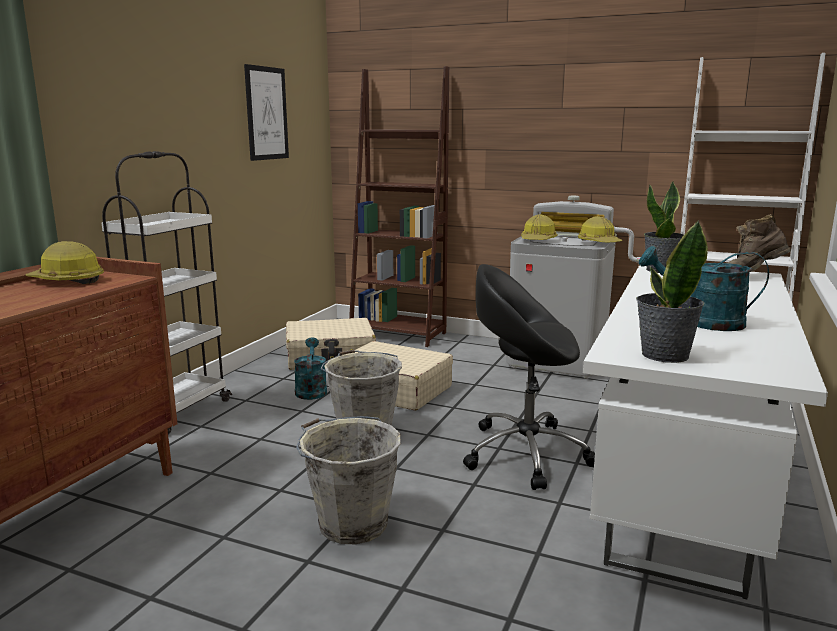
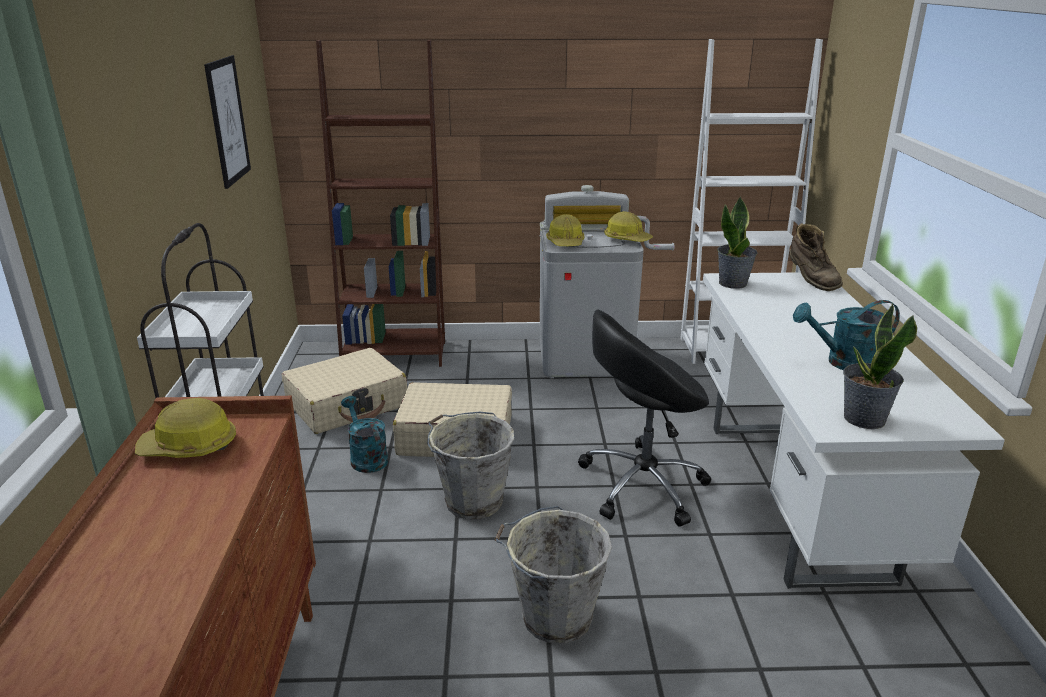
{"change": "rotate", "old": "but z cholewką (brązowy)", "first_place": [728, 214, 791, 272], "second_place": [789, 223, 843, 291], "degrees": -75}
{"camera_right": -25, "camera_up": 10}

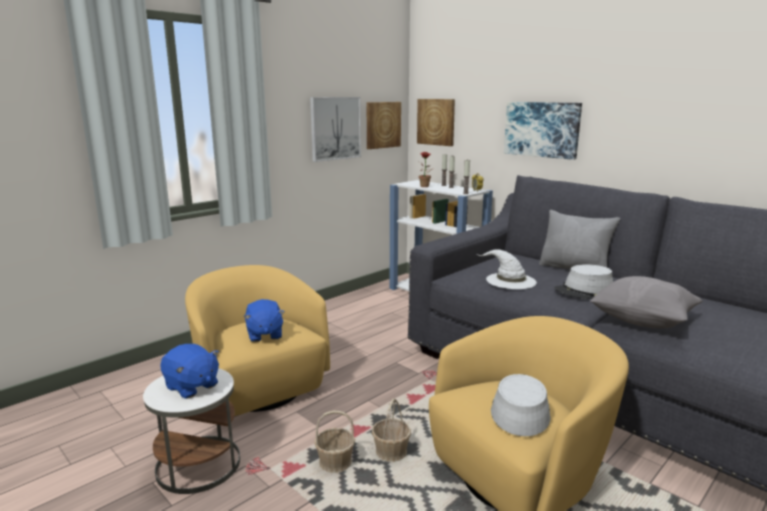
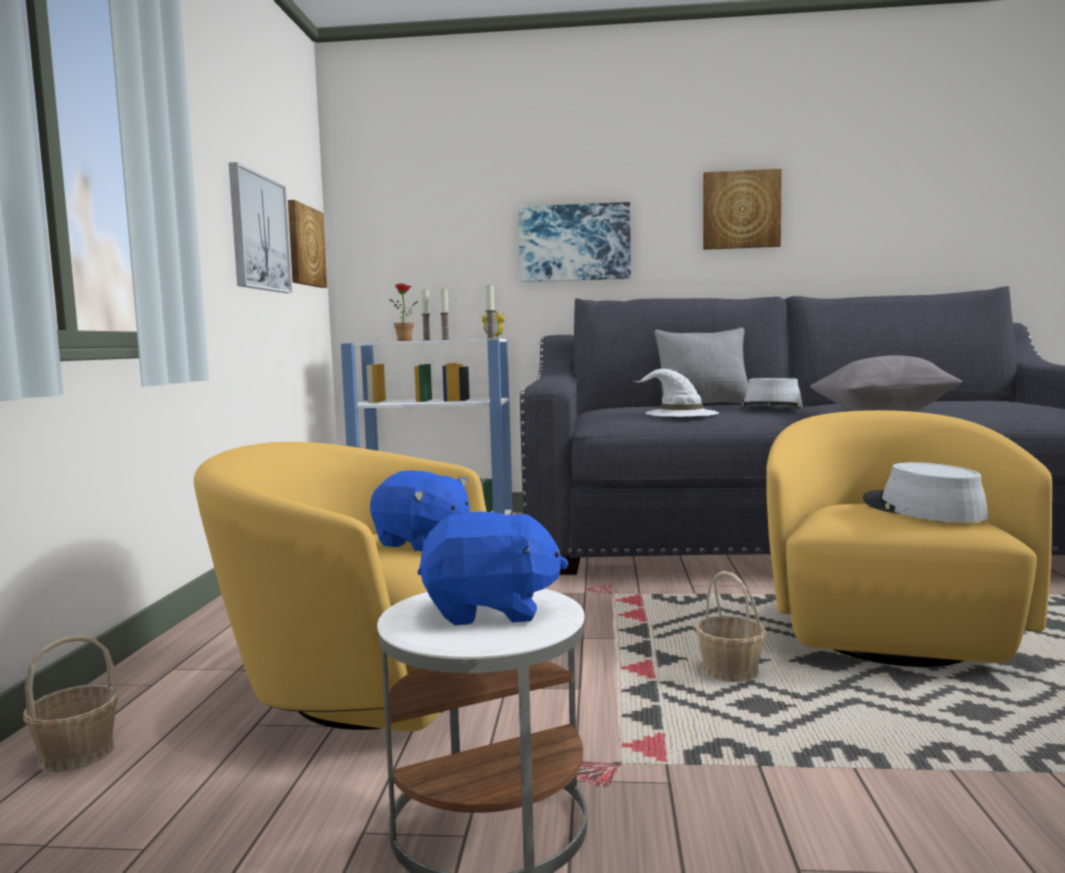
{"change": "move", "old": "obraz", "first_place": [417, 99, 455, 146], "second_place": [703, 169, 782, 250]}
{"change": "move", "old": "koszyk", "first_place": [314, 410, 355, 473], "second_place": [23, 635, 119, 772]}
{"camera_right": -40, "camera_up": -10}

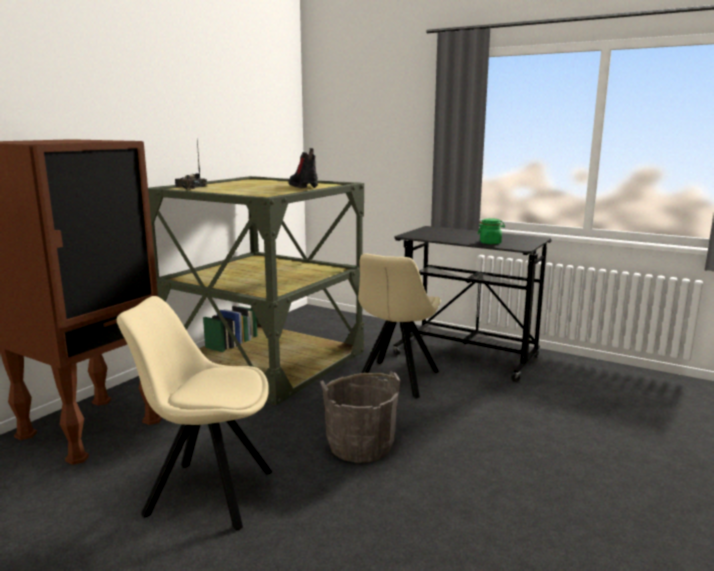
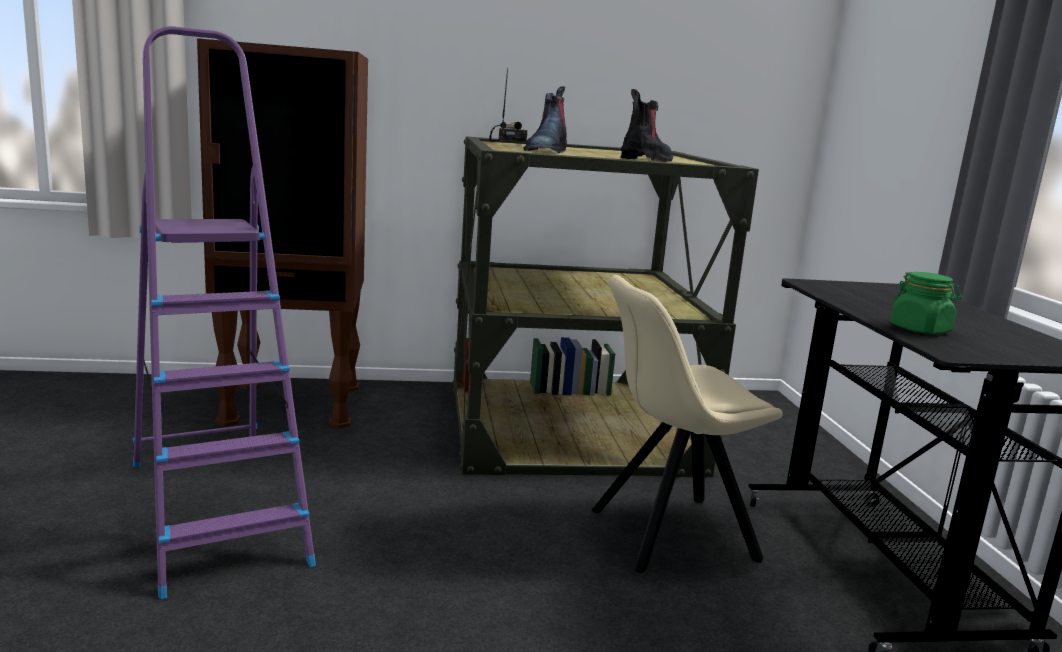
{"change": "replace", "old": "krzesło (beżowy)", "new": "drabinka (fioletowy)", "first_place": [117, 296, 272, 530], "second_place": [133, 26, 316, 600]}
{"change": "delete", "old": "wiadro (szary)", "first_place": [320, 372, 400, 463]}
{"change": "insert", "new": "but z cholewką", "second_place": [523, 86, 567, 153]}
{"camera_right": 50, "camera_up": 0}

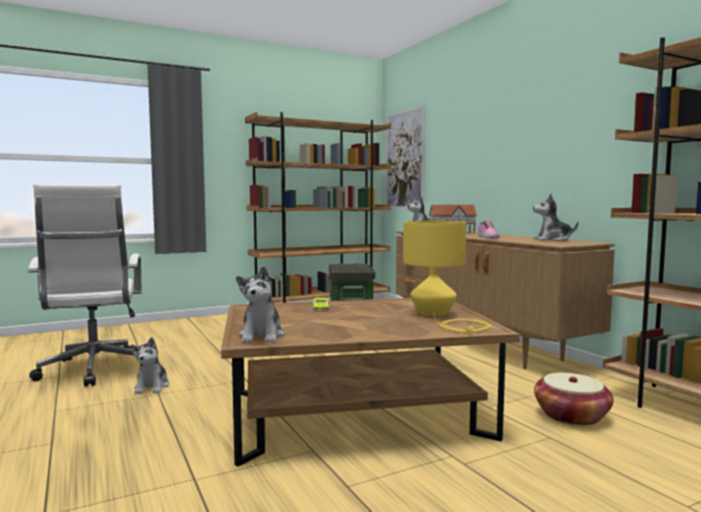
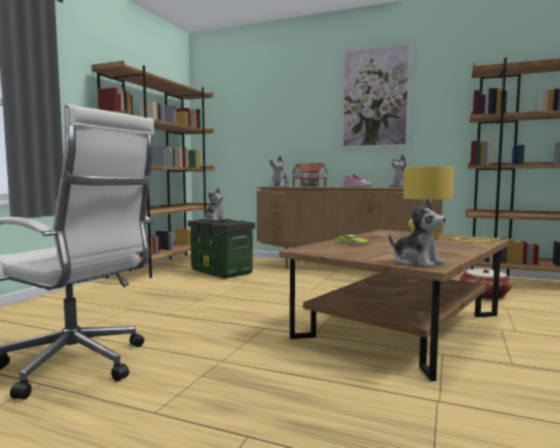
{"change": "move", "old": "obraz", "first_place": [386, 105, 425, 209], "second_place": [341, 42, 412, 149]}
{"change": "move", "old": "pluszak", "first_place": [131, 337, 170, 394], "second_place": [204, 188, 227, 221]}
{"camera_right": -40, "camera_up": 0}

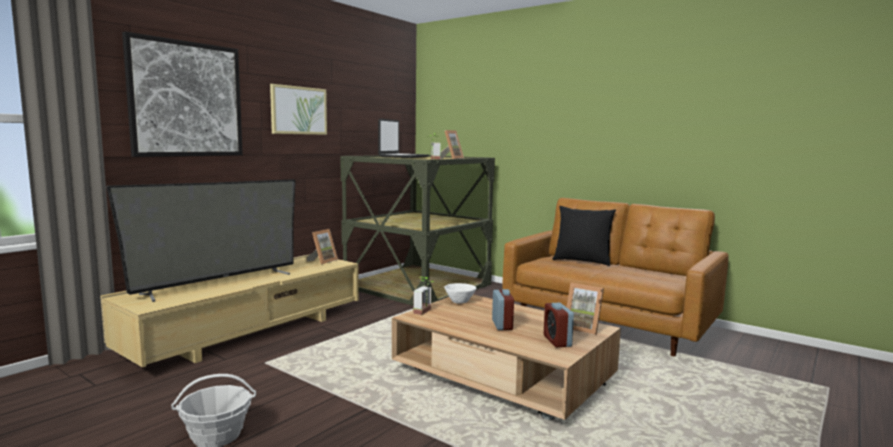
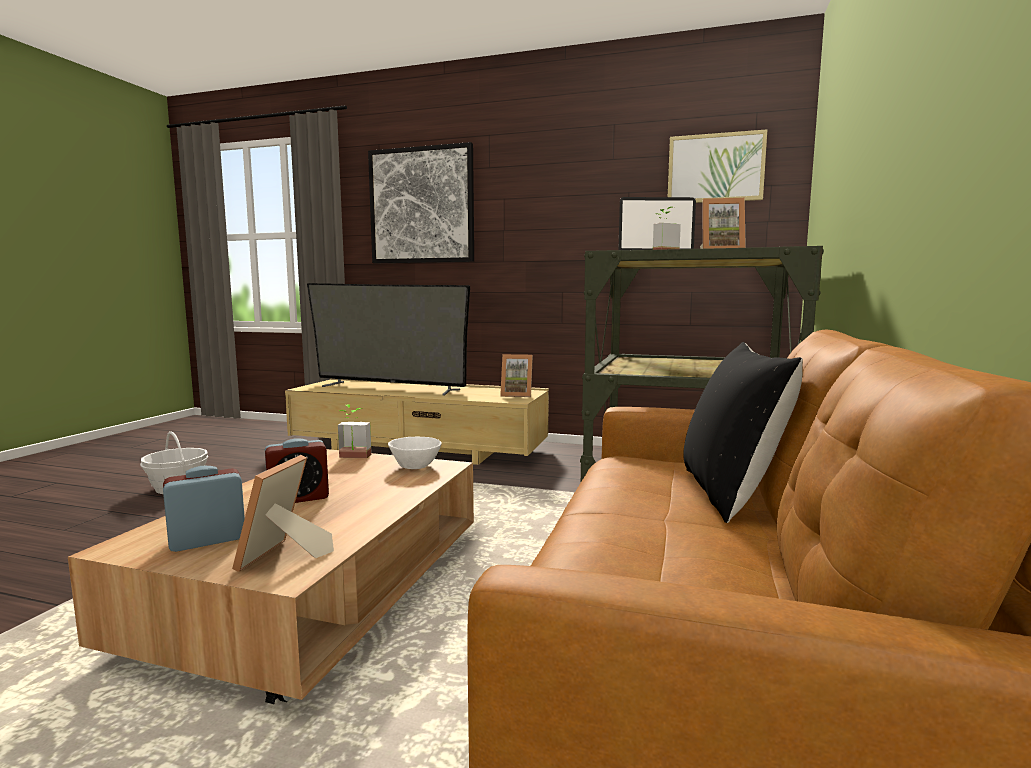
{"change": "move", "old": "obraz", "first_place": [270, 84, 327, 135], "second_place": [668, 129, 768, 203]}
{"camera_right": 70, "camera_up": 0}

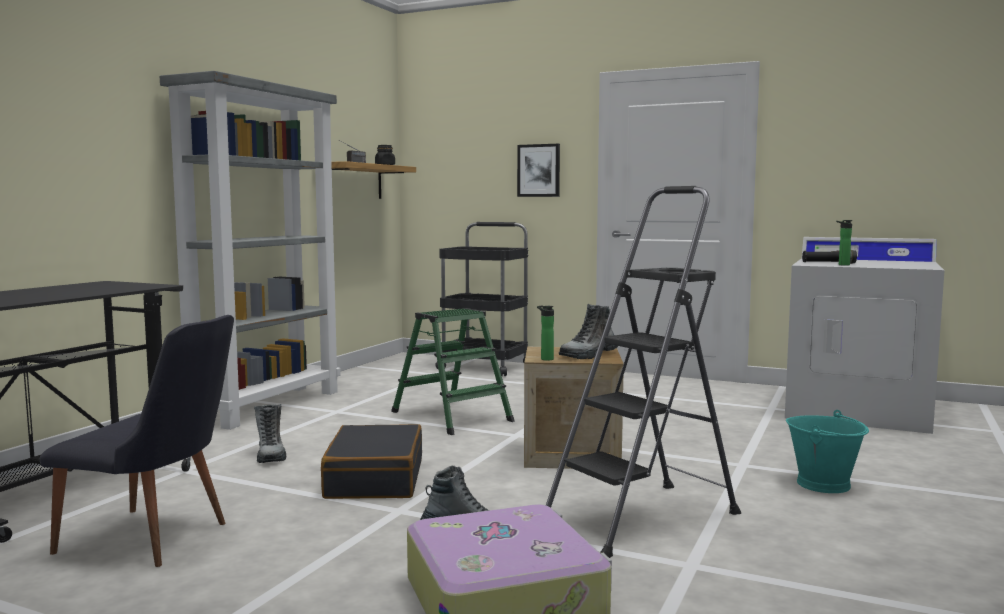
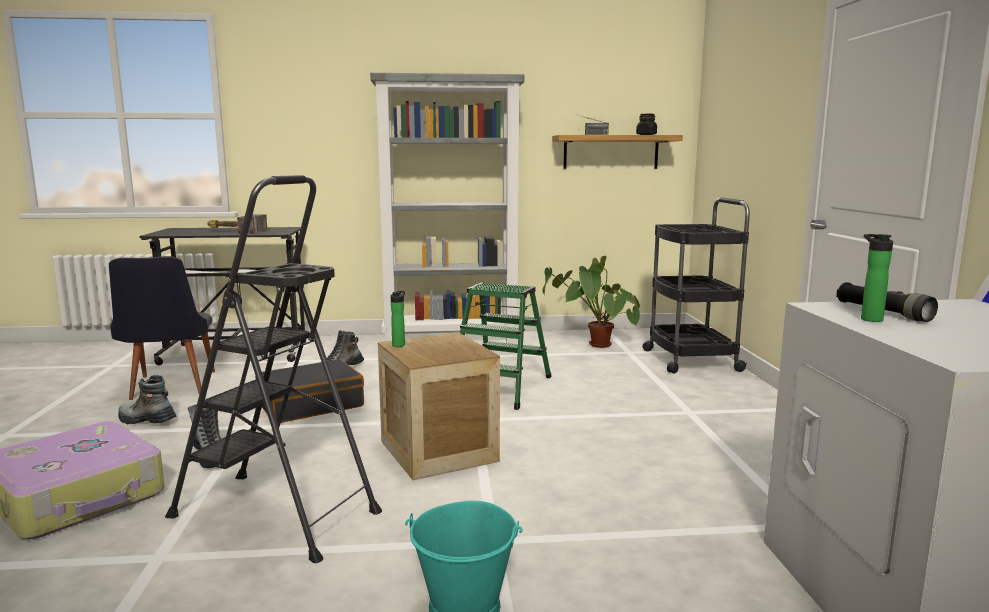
{"change": "delete", "old": "obraz", "first_place": [517, 144, 560, 197]}
{"change": "move", "old": "but z cholewką", "first_place": [559, 304, 618, 359], "second_place": [118, 375, 176, 424]}
{"change": "insert", "new": "młotek", "second_place": [207, 214, 267, 234]}
{"change": "insert", "new": "roślina doniczkowa", "second_place": [542, 256, 640, 348]}
{"camera_right": 60, "camera_up": 5}

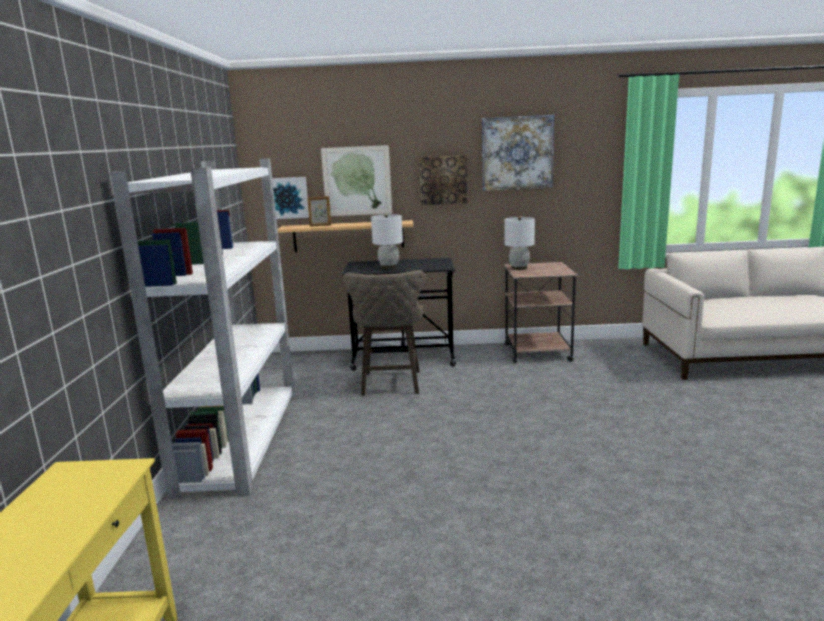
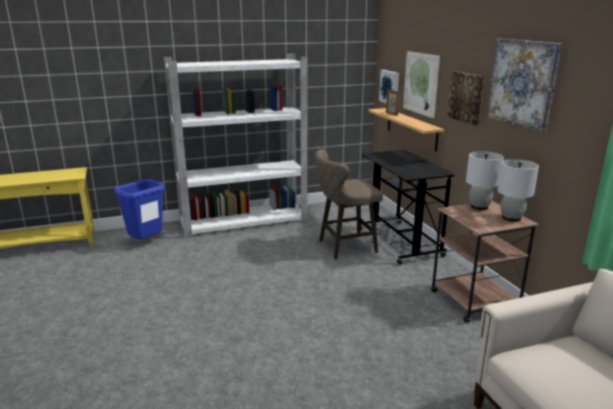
{"change": "move", "old": "lampa stołowa (biały)", "first_place": [371, 214, 403, 269], "second_place": [497, 159, 539, 222]}
{"change": "insert", "new": "kosz na śmieci (niebieski)", "second_place": [114, 179, 165, 239]}
{"camera_right": 70, "camera_up": 5}

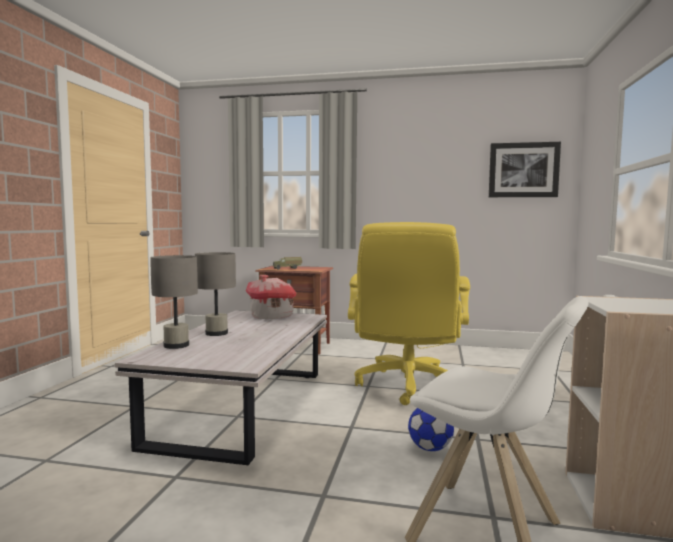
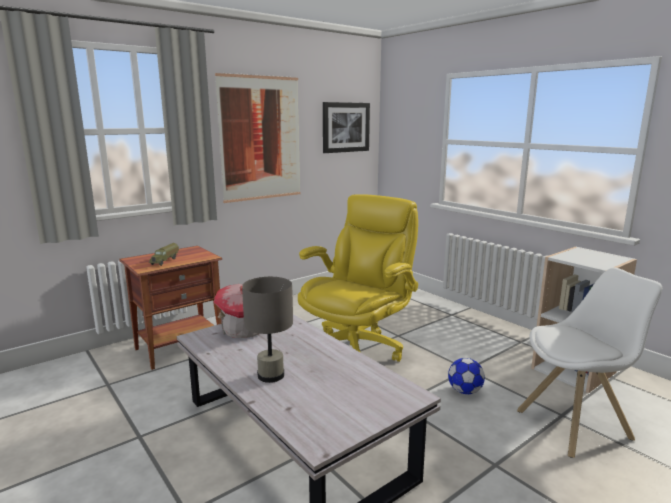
{"change": "rotate", "old": "krzesło biurowe (żółty)", "first_place": [348, 222, 470, 405], "second_place": [298, 194, 418, 362], "degrees": -105}
{"change": "delete", "old": "lampa stołowa (szary)", "first_place": [150, 255, 198, 349]}
{"change": "insert", "new": "obraz", "second_place": [215, 73, 301, 203]}
{"camera_right": -50, "camera_up": 10}

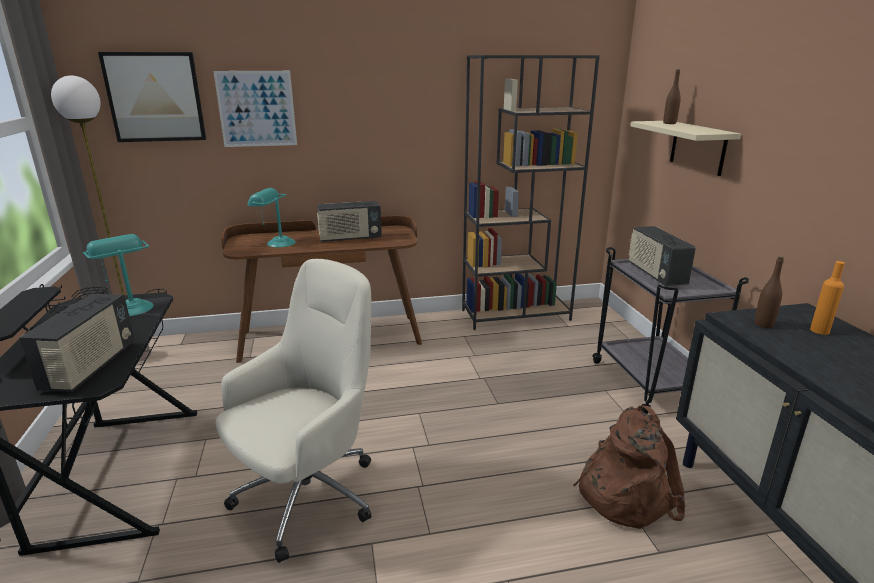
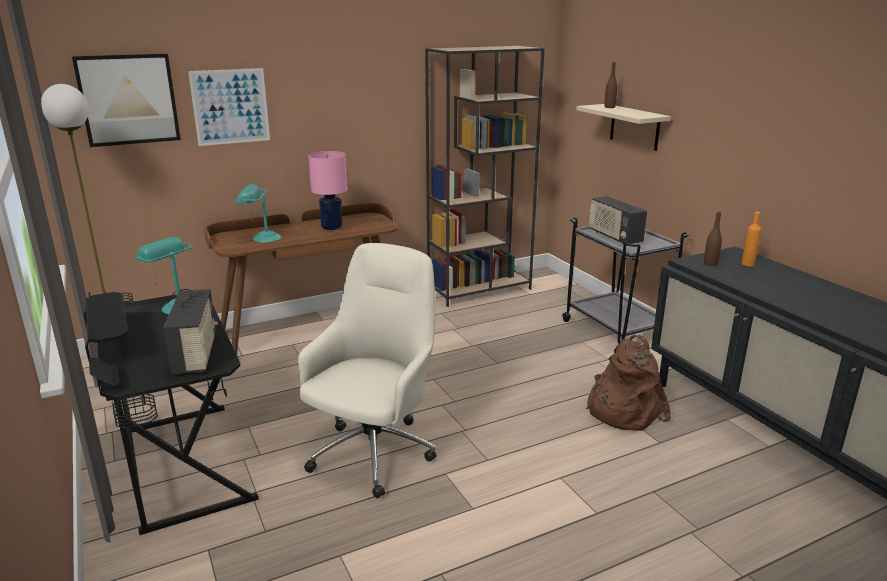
{"change": "replace", "old": "radio", "new": "lampa stołowa (różowy)", "first_place": [317, 201, 382, 243], "second_place": [308, 151, 348, 230]}
{"camera_right": -15, "camera_up": 0}

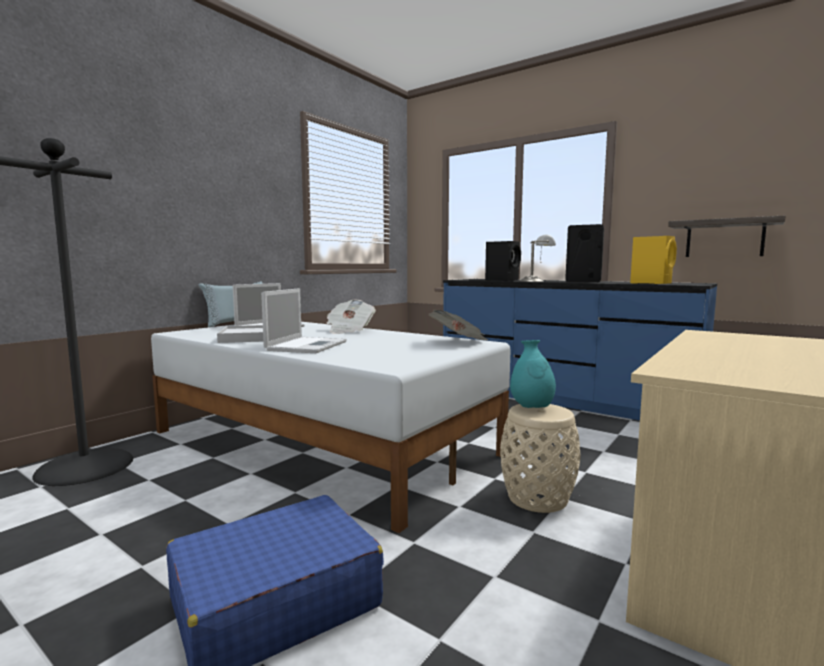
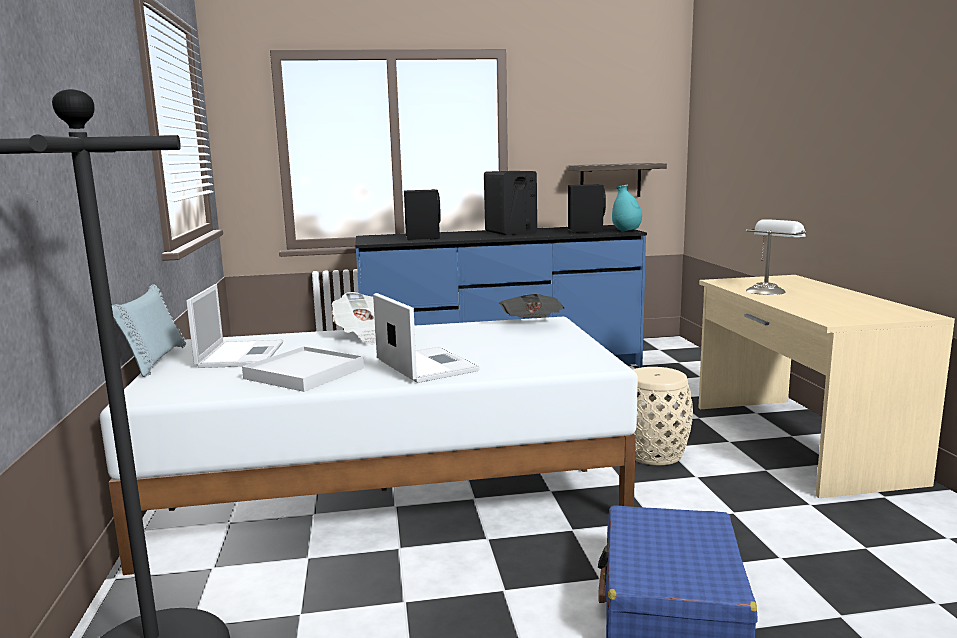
{"change": "move", "old": "lampa stołowa (biały)", "first_place": [520, 234, 556, 282], "second_place": [746, 219, 806, 295]}
{"change": "recolor", "old": "głośnik (żółty)", "new": "głośnik (czarny)", "first_place": [630, 236, 677, 284], "second_place": [568, 184, 606, 233]}
{"change": "move", "old": "wazon (turkusowy)", "first_place": [510, 340, 556, 408], "second_place": [612, 185, 642, 232]}
{"camera_right": -45, "camera_up": 5}

